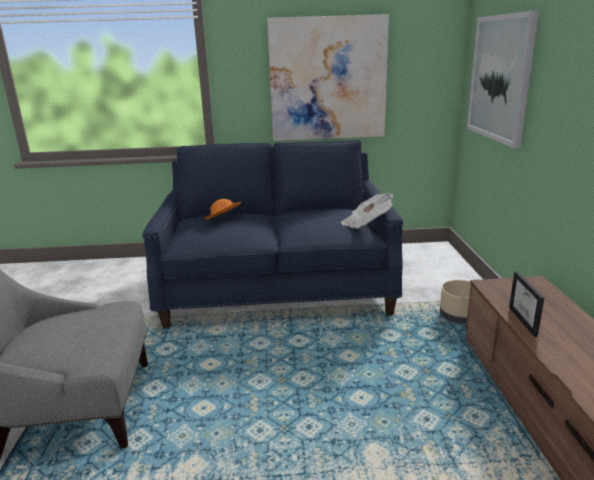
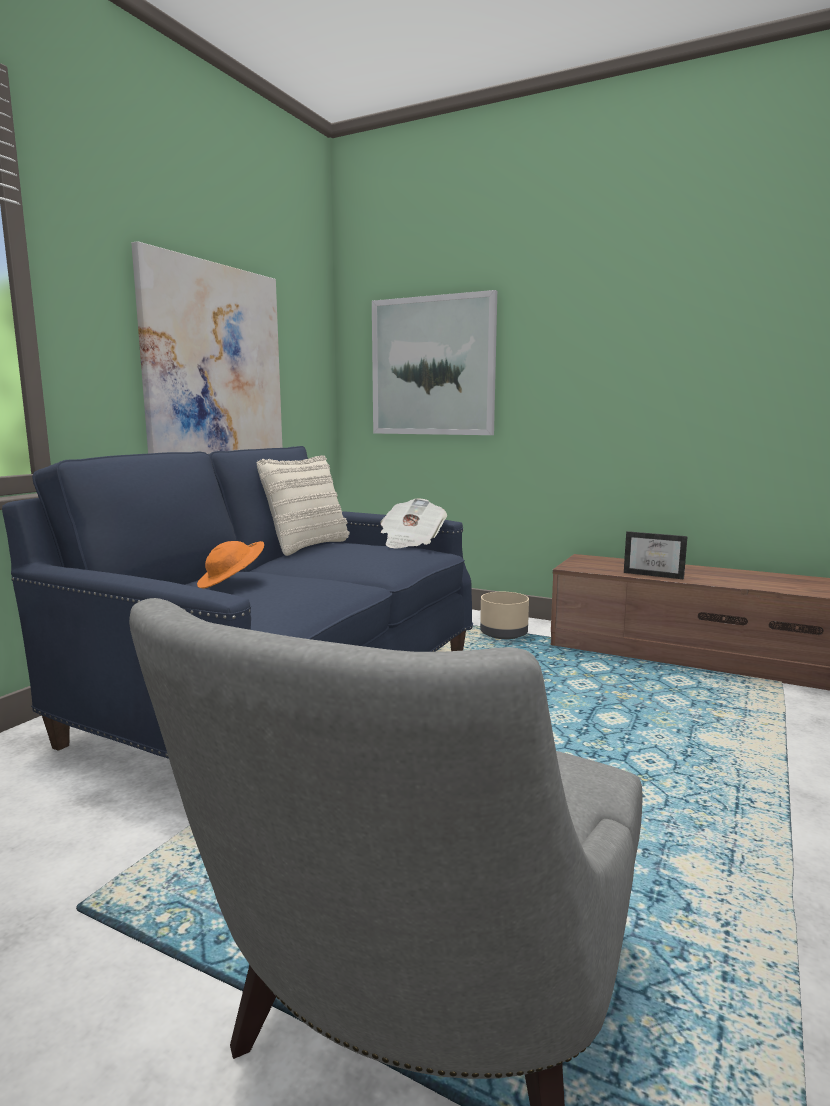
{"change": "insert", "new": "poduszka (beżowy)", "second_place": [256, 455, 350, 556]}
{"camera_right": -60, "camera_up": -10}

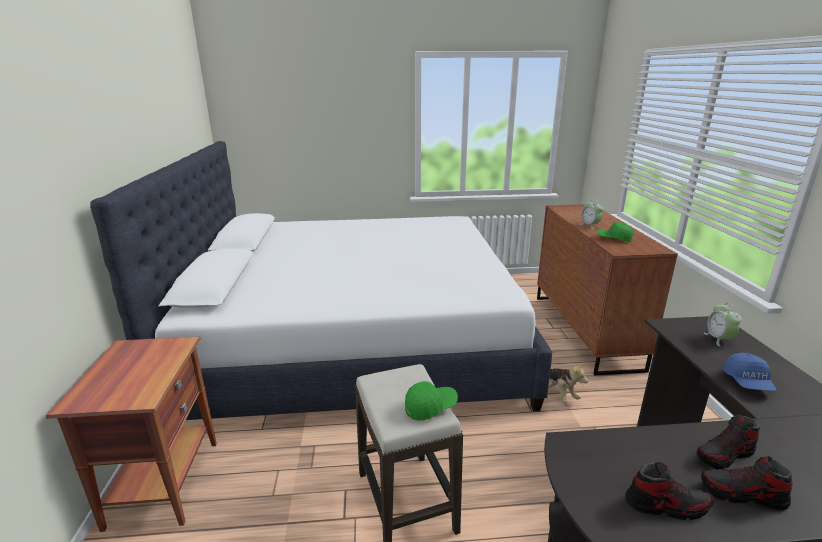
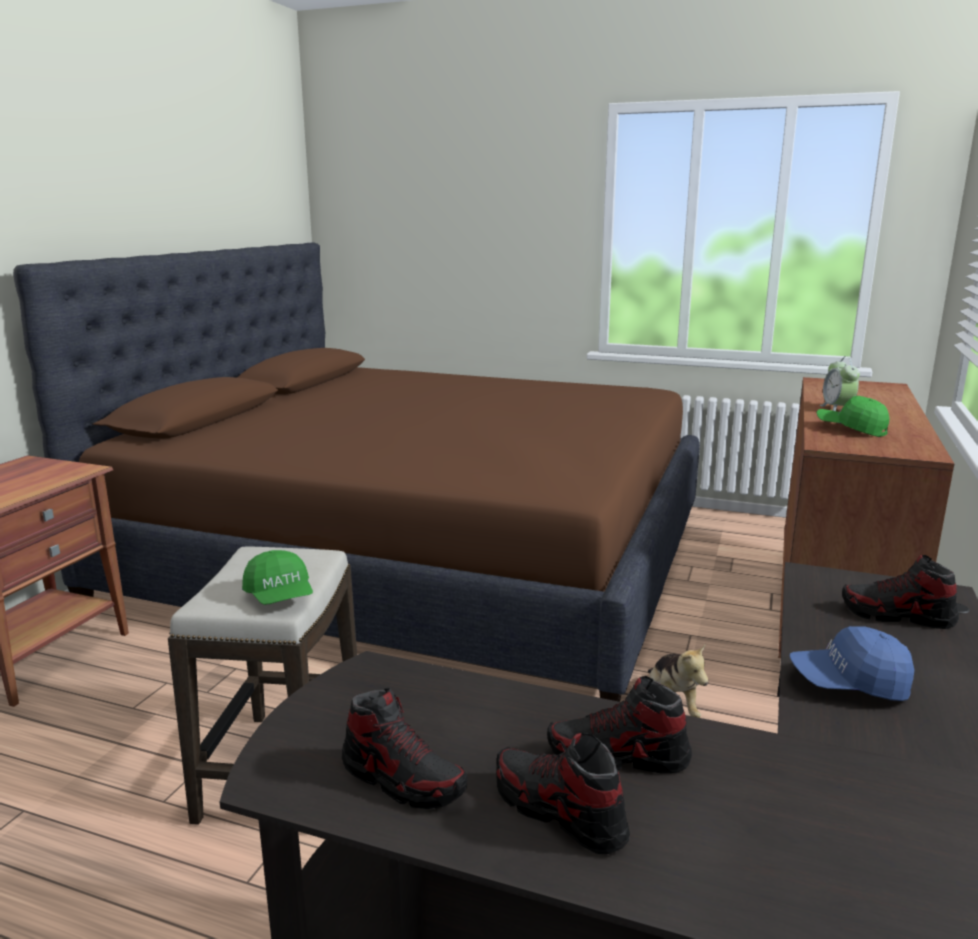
{"change": "recolor", "old": "łóżko (biały)", "new": "łóżko (brązowy)", "first_place": [90, 141, 552, 420], "second_place": [13, 242, 700, 702]}
{"change": "replace", "old": "budzik", "new": "but", "first_place": [704, 303, 742, 347], "second_place": [842, 555, 959, 629]}
{"change": "rotate", "old": "czapka z daszkiem (niebieski)", "first_place": [722, 353, 776, 391], "second_place": [789, 626, 914, 701], "degrees": 60}
{"change": "rotate", "old": "czapka z daszkiem (zielony)", "first_place": [405, 381, 458, 421], "second_place": [242, 550, 313, 605], "degrees": 60}
{"camera_right": 25, "camera_up": -5}

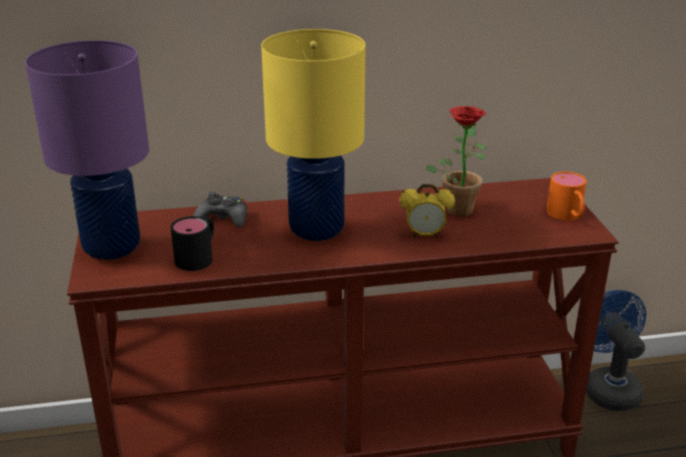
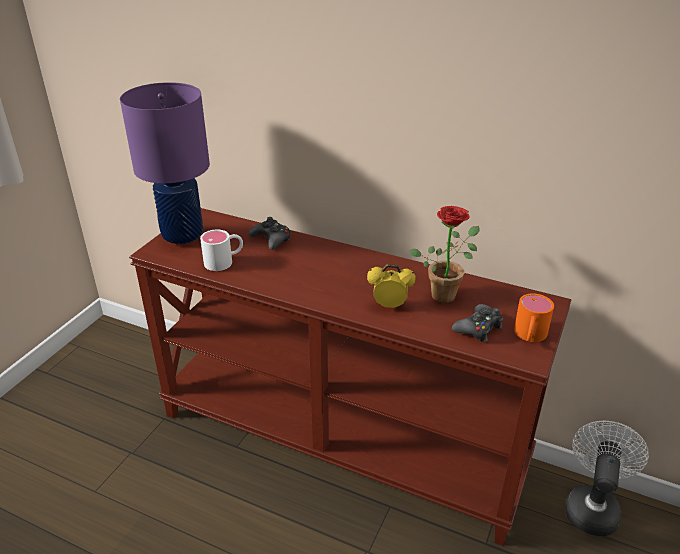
{"change": "delete", "old": "lampa stołowa (żółty)", "first_place": [261, 29, 366, 241]}
{"change": "rotate", "old": "budzik", "first_place": [399, 184, 455, 238], "second_place": [367, 264, 416, 308], "degrees": 150}
{"change": "recolor", "old": "kubek (czarny)", "new": "kubek (biały)", "first_place": [171, 216, 214, 271], "second_place": [200, 230, 243, 271]}
{"change": "recolor", "old": "wentylator (niebieski)", "new": "wentylator (biały)", "first_place": [586, 290, 646, 411], "second_place": [565, 421, 649, 536]}
{"change": "insert", "new": "pad do gier (czarny)", "second_place": [452, 304, 503, 342]}
{"camera_right": 35, "camera_up": 5}

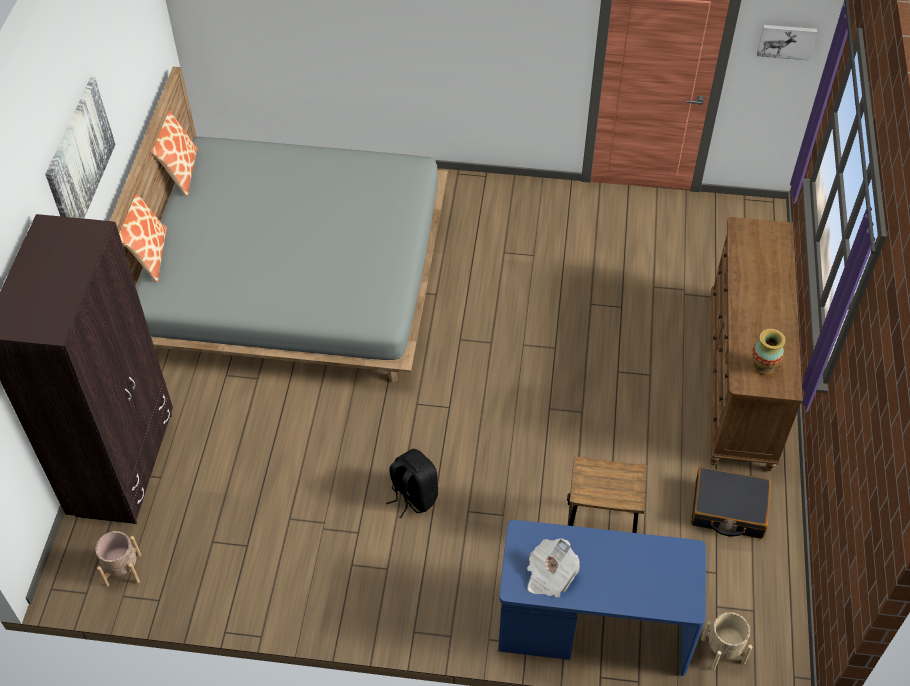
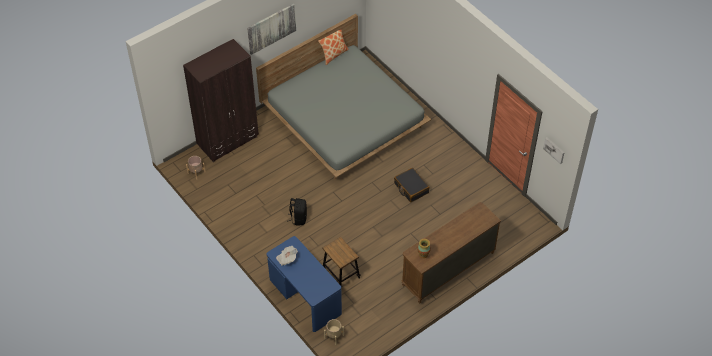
{"change": "delete", "old": "poduszka", "first_place": [119, 194, 167, 283]}
{"change": "move", "old": "walizka (czarny)", "first_place": [691, 467, 771, 539], "second_place": [394, 168, 429, 203]}
{"camera_right": 45, "camera_up": 0}

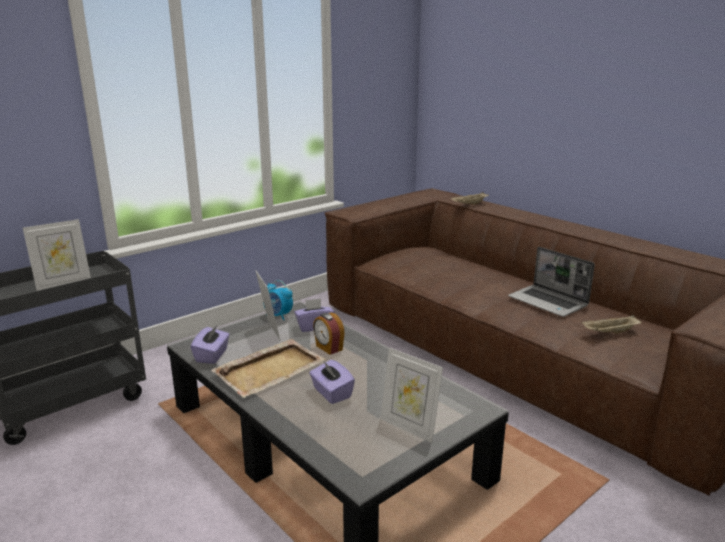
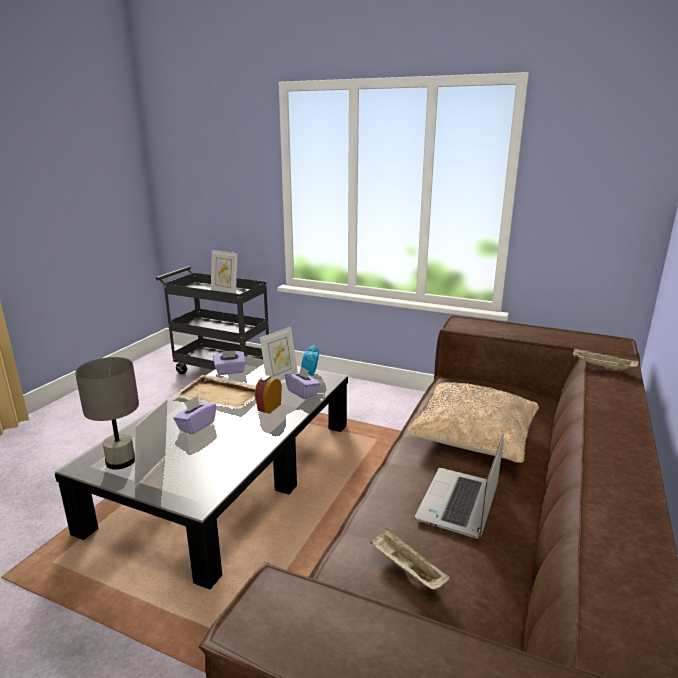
{"change": "insert", "new": "lampa stołowa (szary)", "second_place": [75, 357, 139, 470]}
{"change": "insert", "new": "poduszka (beżowy)", "second_place": [408, 382, 540, 463]}
{"camera_right": 65, "camera_up": 0}

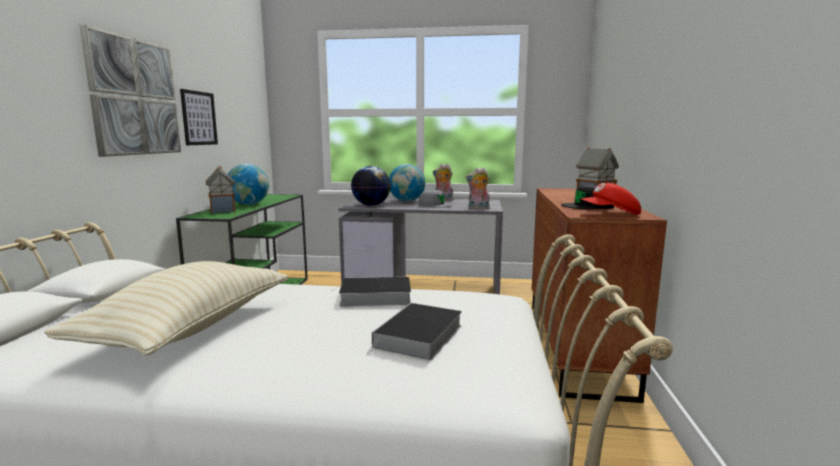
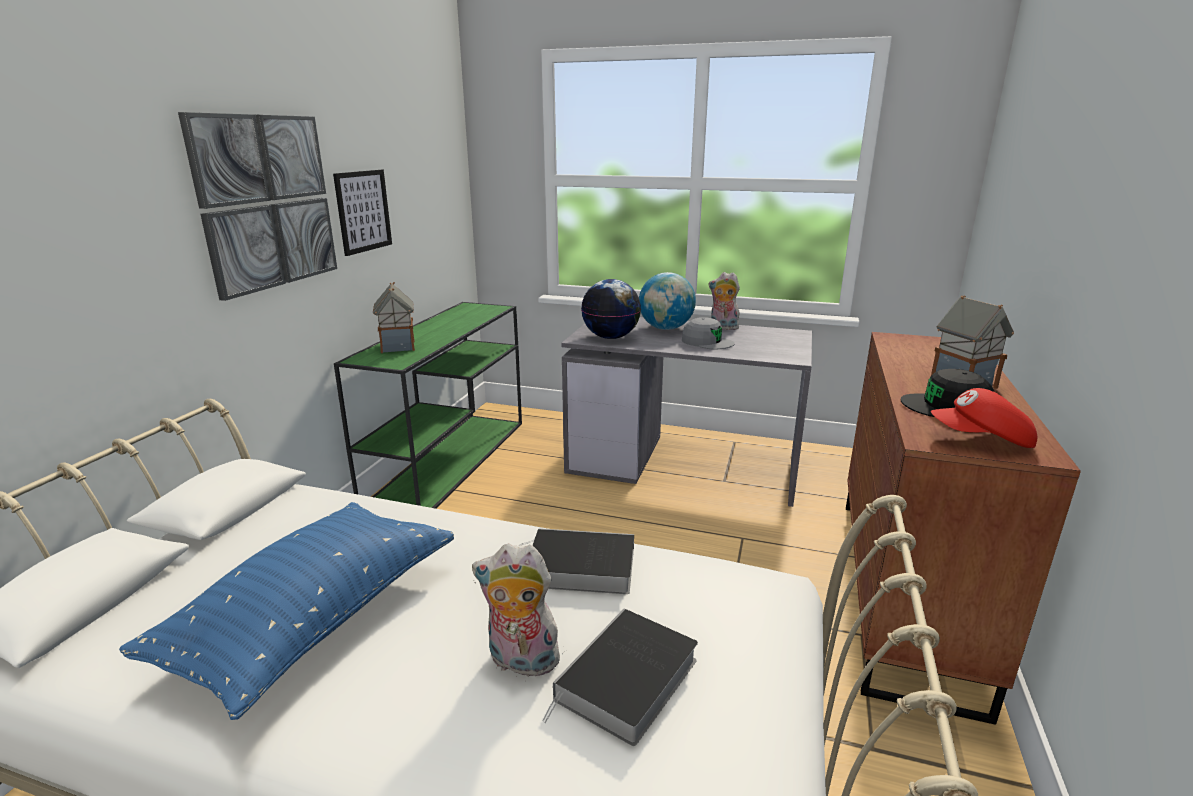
{"change": "delete", "old": "globus", "first_place": [228, 164, 269, 205]}
{"change": "move", "old": "pluszak", "first_place": [465, 167, 490, 210], "second_place": [472, 544, 563, 677]}
{"change": "recolor", "old": "poduszka (beżowy)", "new": "poduszka (niebieski)", "first_place": [44, 261, 288, 356], "second_place": [119, 502, 454, 720]}
{"camera_right": 10, "camera_up": 10}

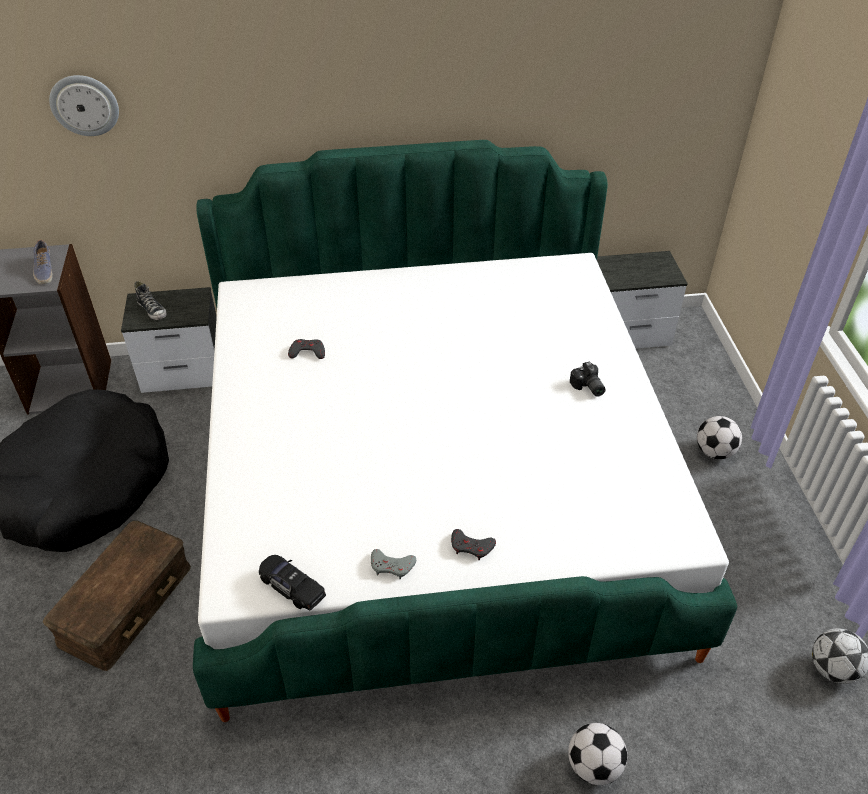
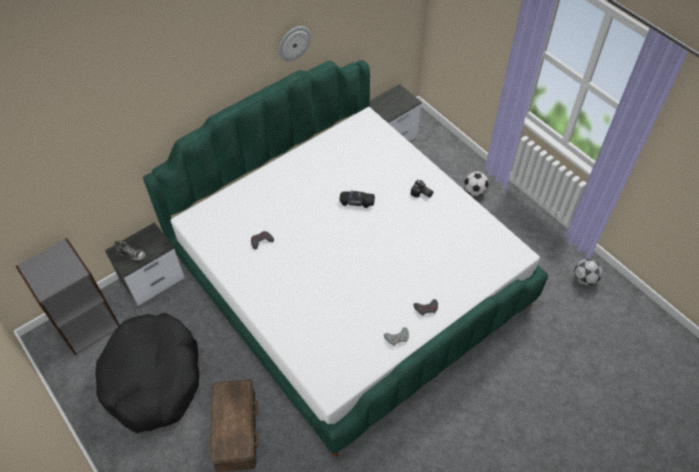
{"change": "move", "old": "zegar ścienny", "first_place": [49, 75, 119, 136], "second_place": [279, 26, 311, 61]}
{"change": "delete", "old": "but", "first_place": [33, 240, 53, 284]}
{"change": "move", "old": "samochodzik (czarny)", "first_place": [259, 555, 326, 610], "second_place": [339, 190, 375, 208]}
{"change": "delete", "old": "piłka futbolowa", "first_place": [568, 723, 627, 785]}
{"camera_right": -30, "camera_up": 10}

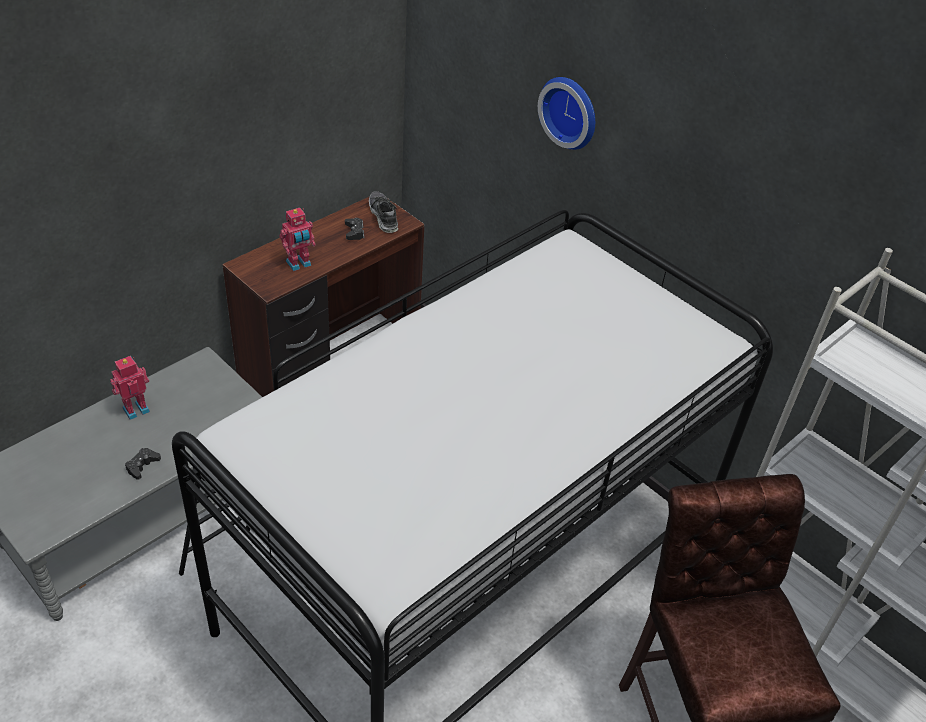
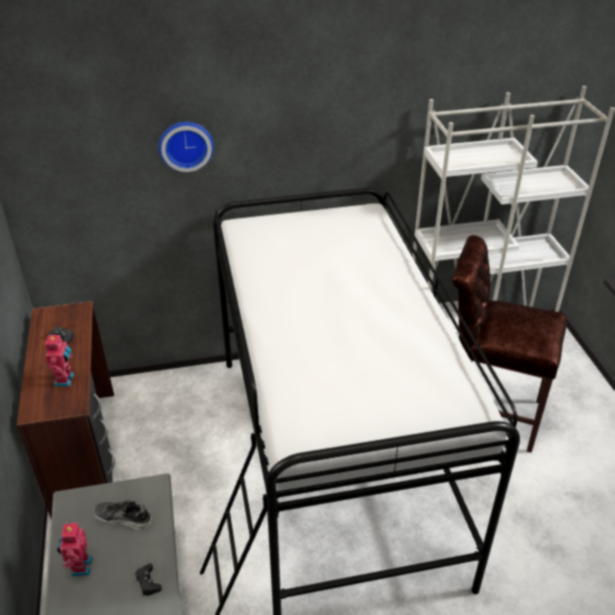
{"change": "move", "old": "but", "first_place": [369, 191, 398, 233], "second_place": [93, 500, 152, 529]}
{"camera_right": -55, "camera_up": -5}

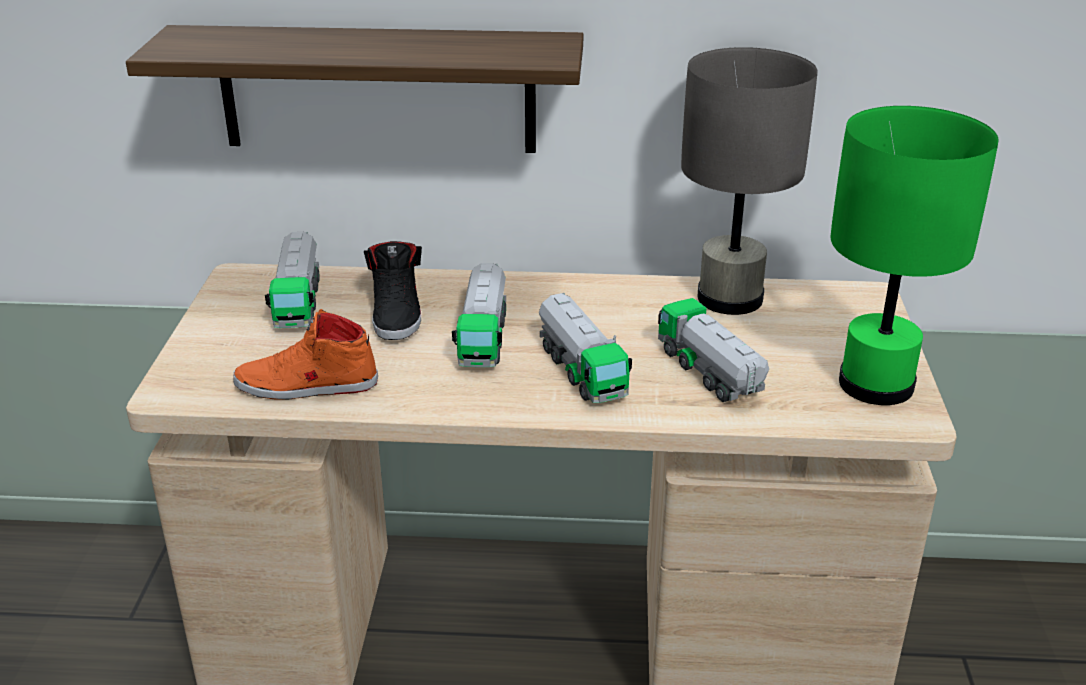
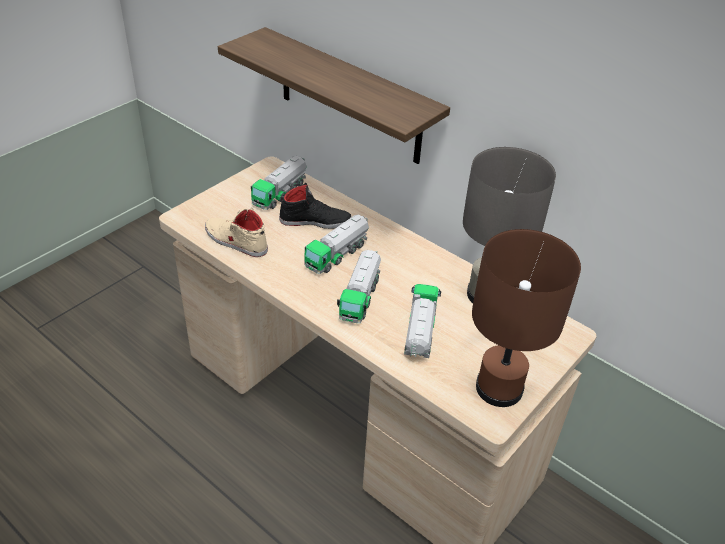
{"change": "recolor", "old": "lampa stołowa (zielony)", "new": "lampa stołowa (brązowy)", "first_place": [831, 106, 999, 405], "second_place": [472, 229, 581, 407]}
{"change": "rotate", "old": "but (czarny)", "first_place": [364, 241, 422, 340], "second_place": [279, 183, 352, 229], "degrees": -120}
{"change": "recolor", "old": "but (pomarańczowy)", "new": "but (beżowy)", "first_place": [233, 309, 378, 400], "second_place": [205, 207, 268, 257]}
{"camera_right": 35, "camera_up": 10}

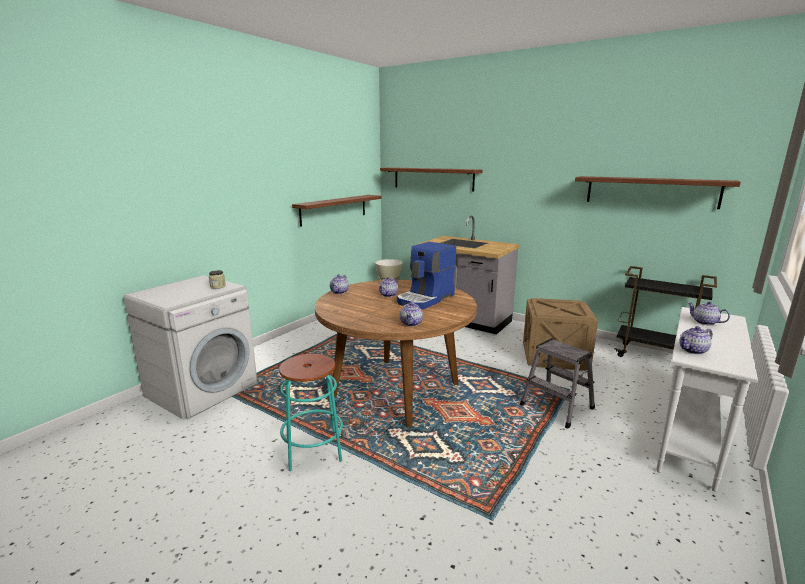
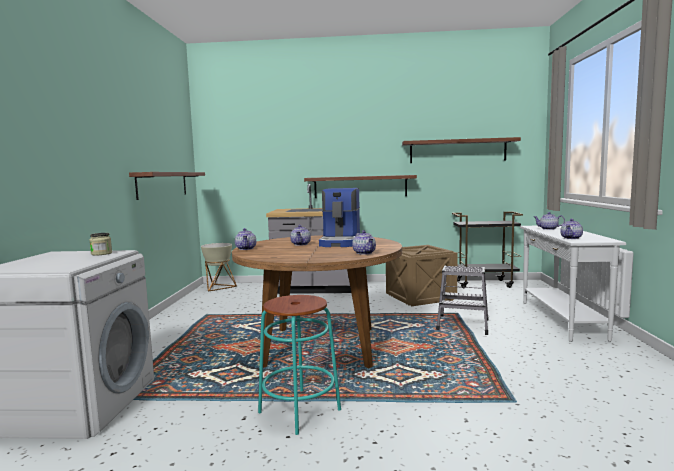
{"change": "move", "old": "półka", "first_place": [380, 167, 483, 192], "second_place": [304, 175, 417, 198]}
{"camera_right": -30, "camera_up": -10}

